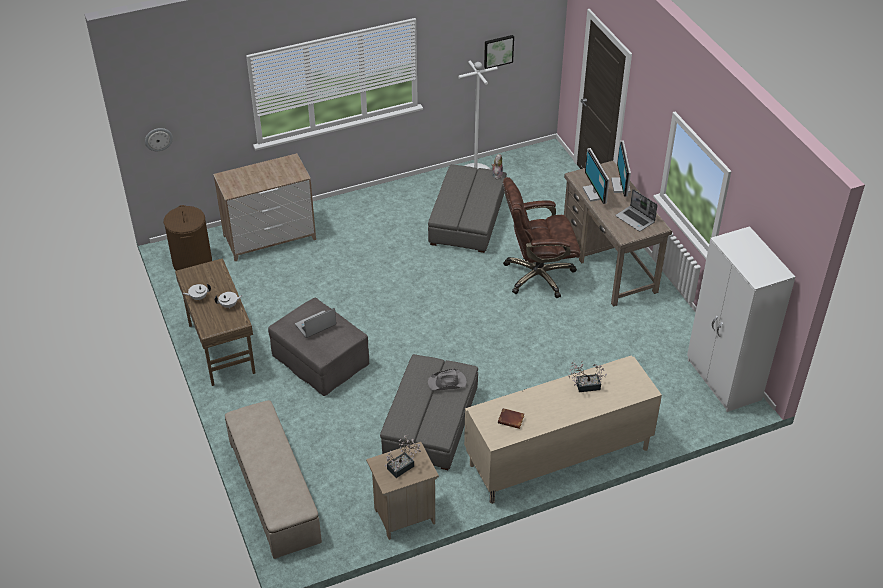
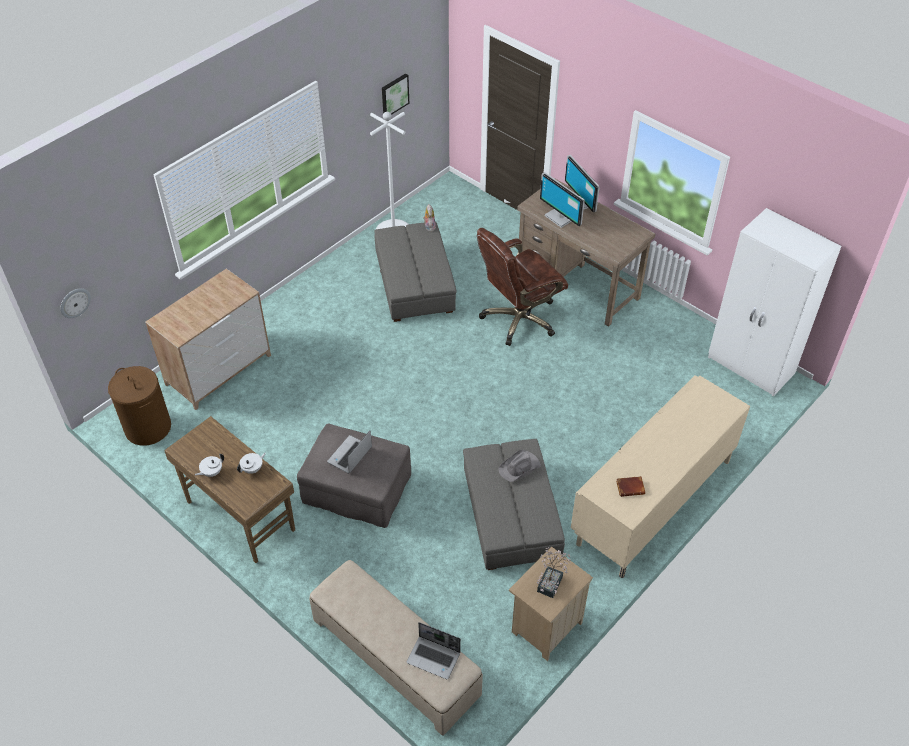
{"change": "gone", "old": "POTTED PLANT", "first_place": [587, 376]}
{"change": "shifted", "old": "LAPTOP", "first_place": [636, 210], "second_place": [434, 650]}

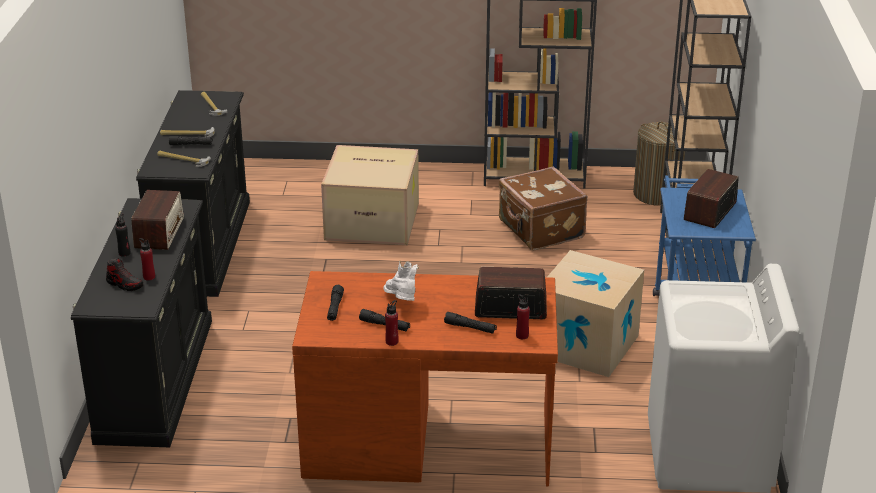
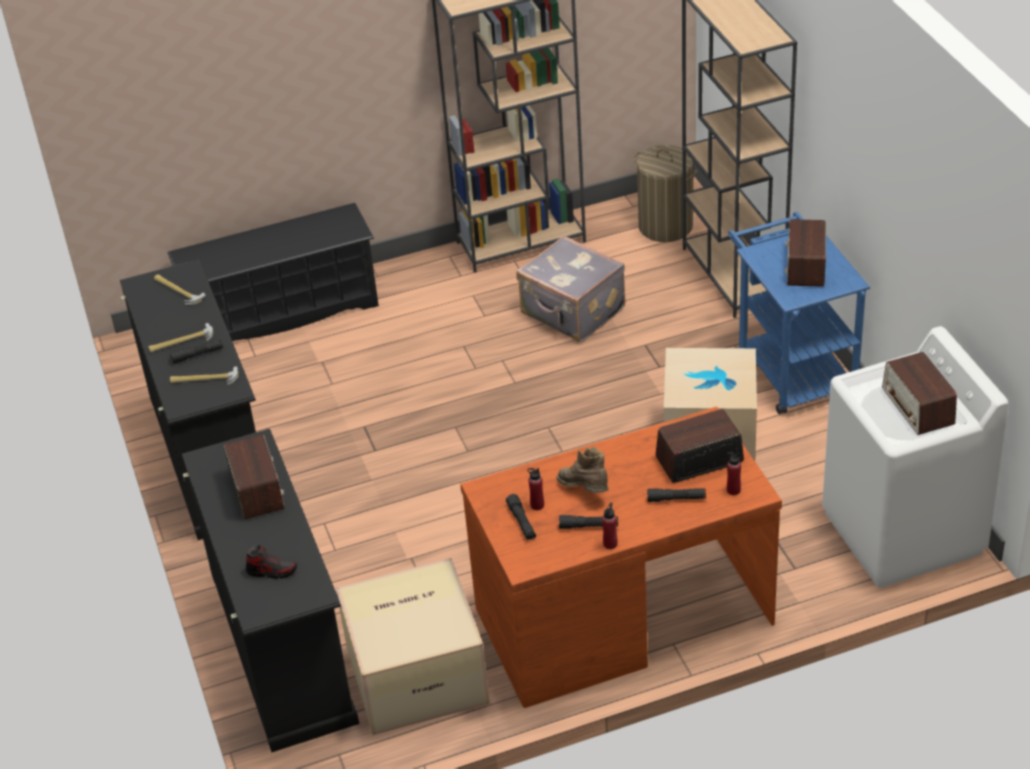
{"change": "gone", "old": "BLACK BOTTLE", "first_place": [122, 235]}
{"change": "shifted", "old": "RED BOTTLE", "first_place": [147, 259], "second_place": [535, 489]}
{"change": "shifted", "old": "CARDBOARD BOX", "first_place": [370, 195], "second_place": [413, 646]}
{"change": "repainted", "old": "WHITE BOOT", "new": "BROWN BOOT", "first_place": [401, 281], "second_place": [582, 470]}
{"change": "repainted", "old": "BROWN SUITCASE", "new": "GREY SUITCASE", "first_place": [543, 208], "second_place": [570, 289]}
{"change": "new", "new": "BLACK SHOE RACK", "second_place": [273, 272]}
{"change": "new", "new": "RADIO", "second_place": [919, 393]}

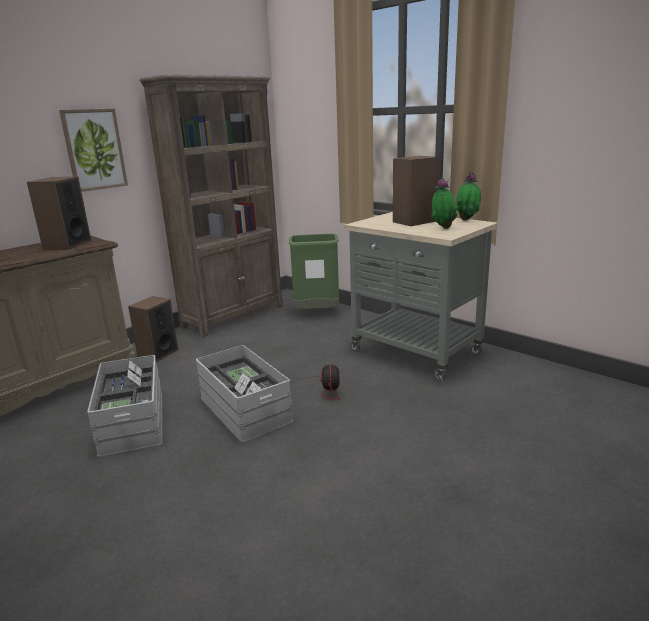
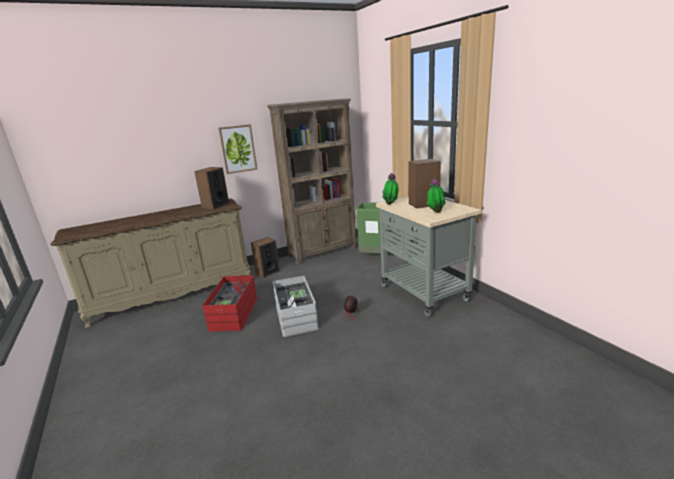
{"change": "repainted", "old": "GREY STORAGE BOX", "new": "RED STORAGE BOX", "first_place": [125, 406], "second_place": [229, 303]}
{"change": "shifted", "old": "POTTED PLANT", "first_place": [468, 196], "second_place": [390, 189]}

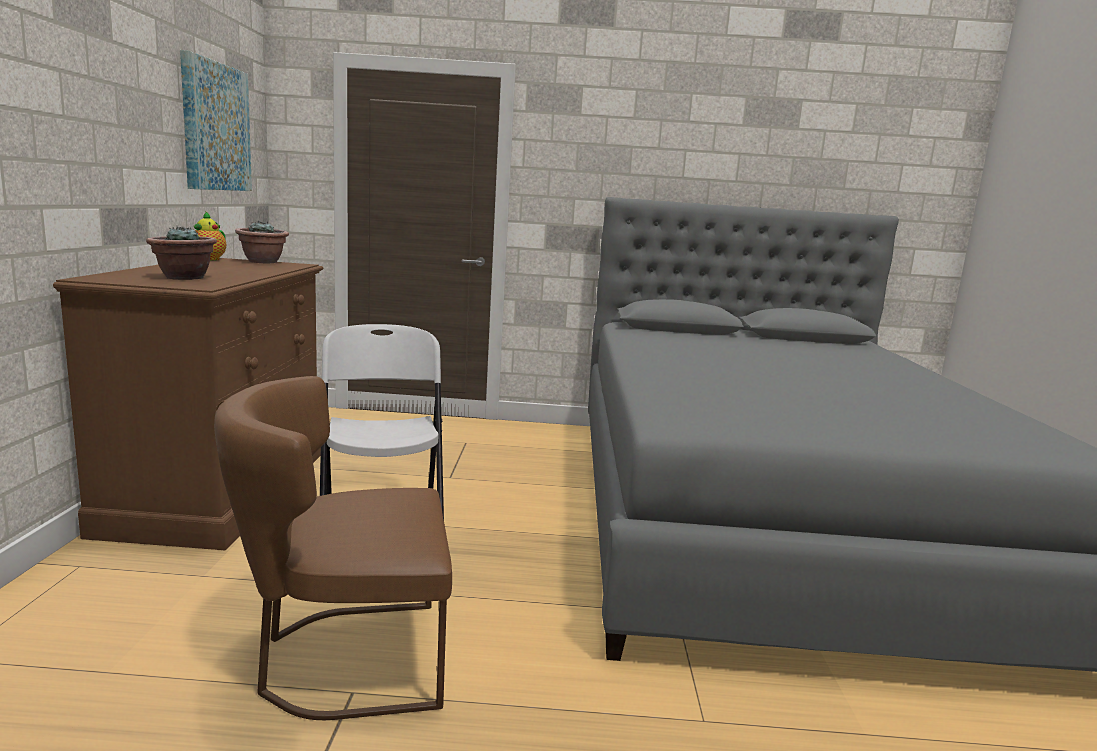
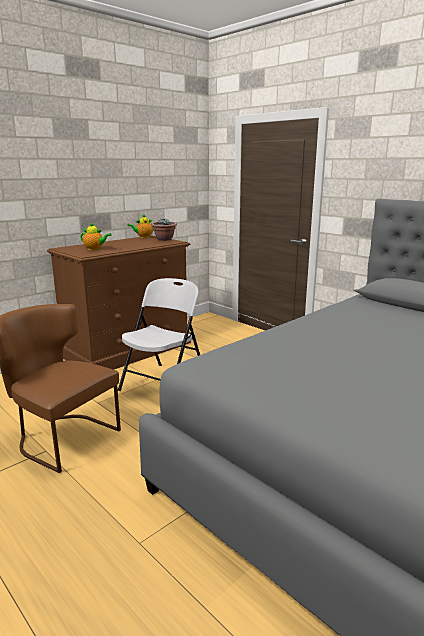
{"change": "swapped", "old": "POTTED PLANT", "new": "TEAPOT", "first_place": [181, 252], "second_place": [96, 236]}
{"change": "gone", "old": "PICTURE", "first_place": [216, 120]}

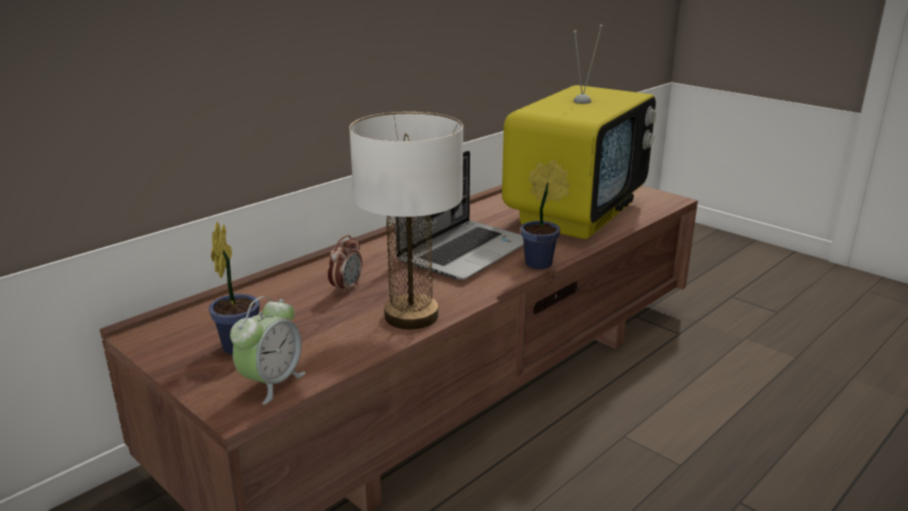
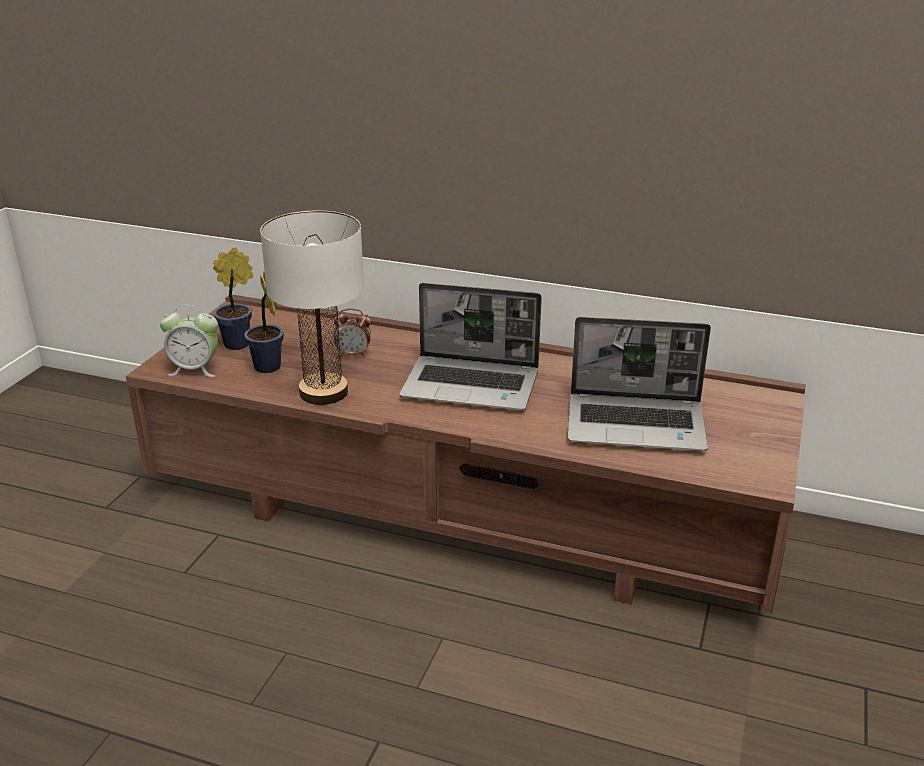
{"change": "swapped", "old": "TELEVISION", "new": "LAPTOP", "first_place": [579, 131], "second_place": [639, 384]}
{"change": "shifted", "old": "POTTED PLANT", "first_place": [545, 214], "second_place": [264, 322]}

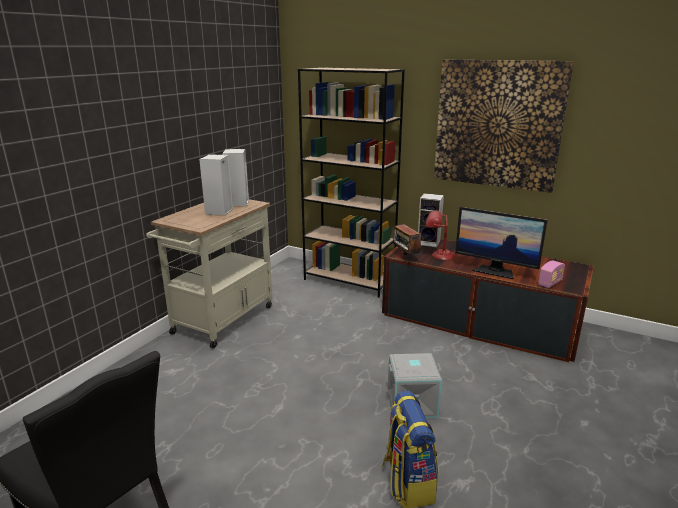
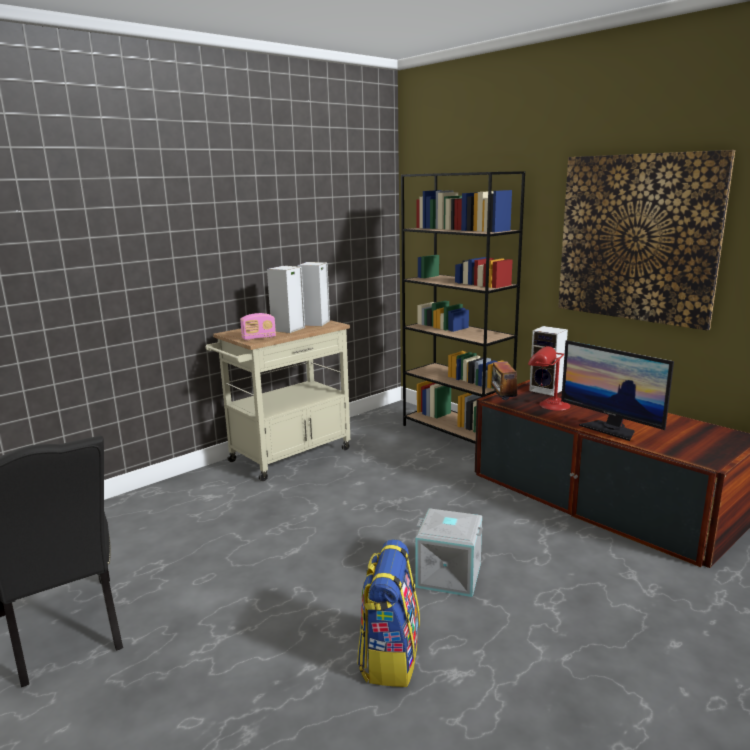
{"change": "shifted", "old": "RADIO", "first_place": [551, 274], "second_place": [258, 326]}

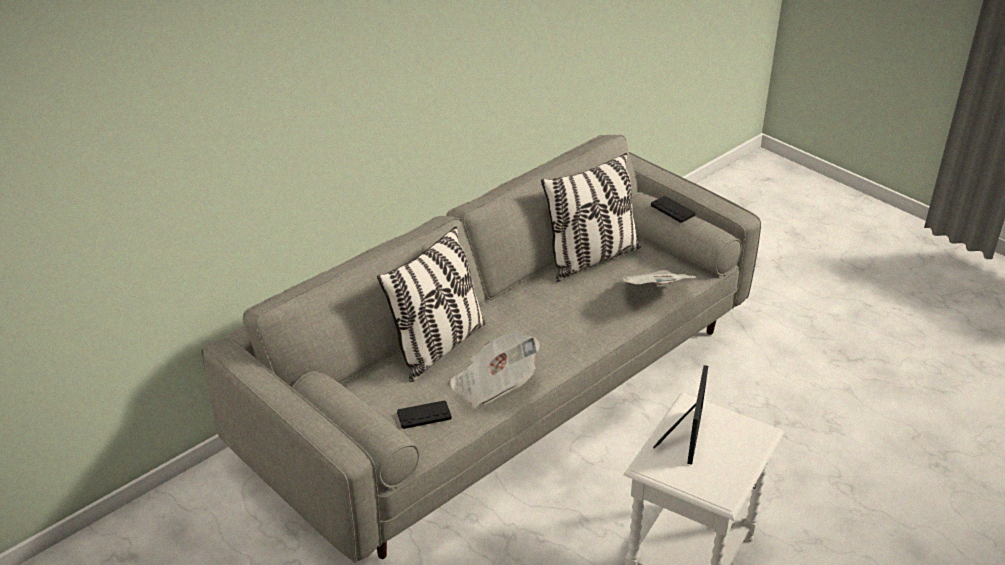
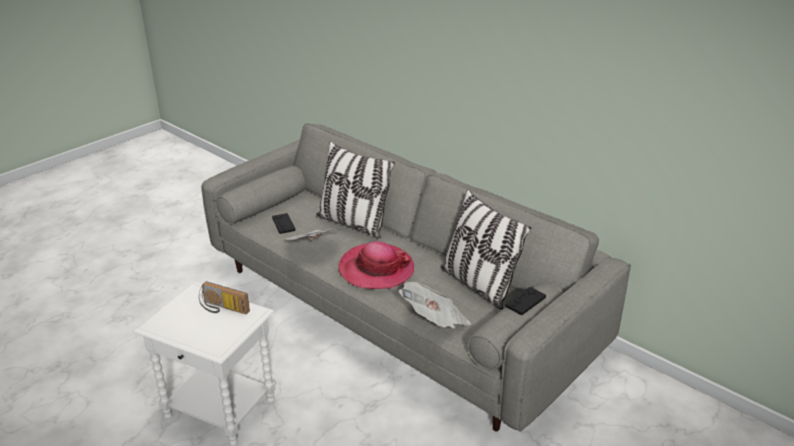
{"change": "swapped", "old": "PICTURE FRAME", "new": "RADIO", "first_place": [680, 414], "second_place": [224, 297]}
{"change": "new", "new": "HAT", "second_place": [376, 265]}

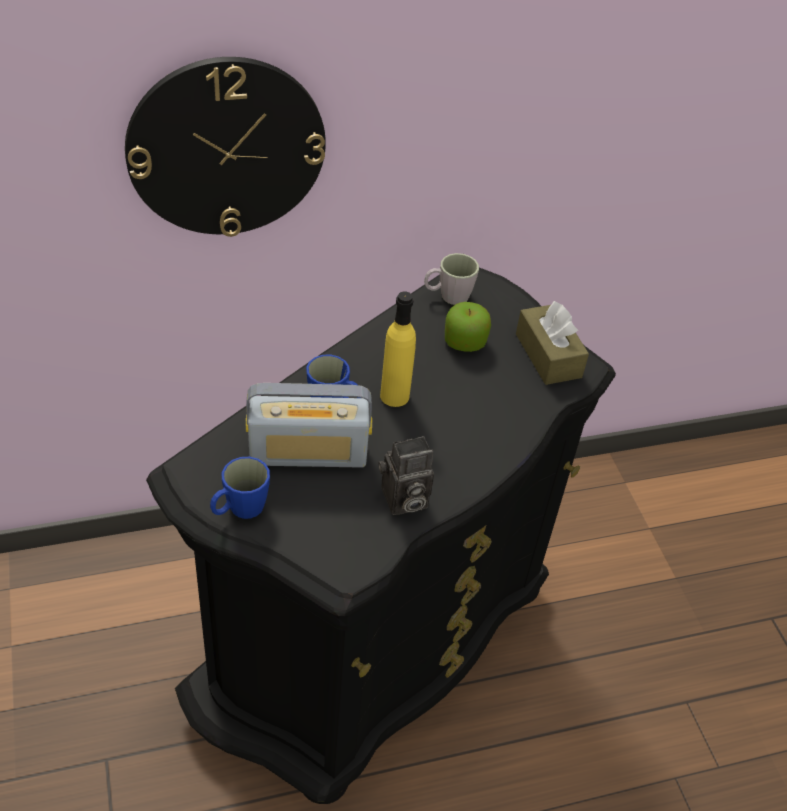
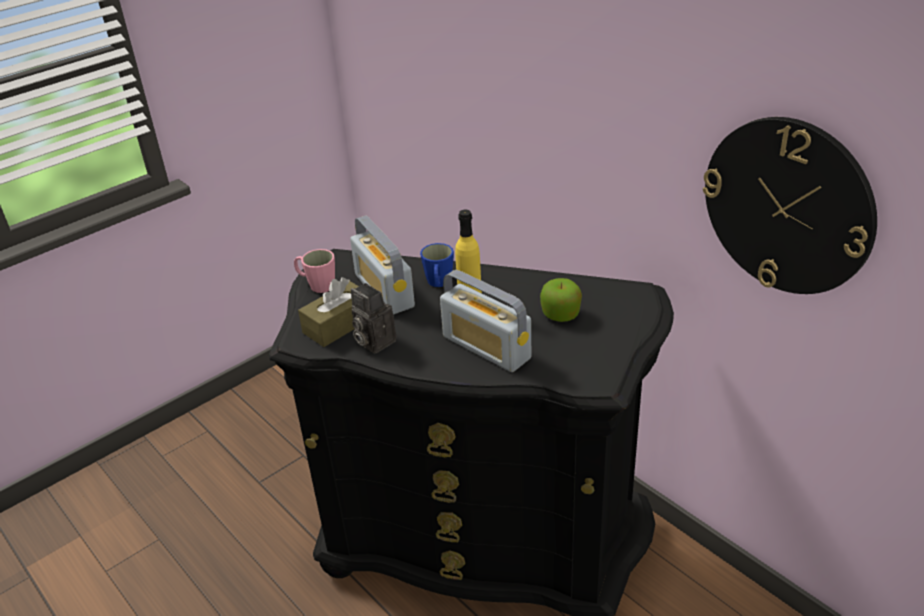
{"change": "shifted", "old": "WALL CLOCK", "first_place": [225, 147], "second_place": [790, 205]}
{"change": "repainted", "old": "BLUE MUG", "new": "PINK MUG", "first_place": [240, 488], "second_place": [314, 271]}
{"change": "gone", "old": "GREY MUG", "first_place": [451, 279]}
{"change": "shifted", "old": "BROWN TISSUE BOX", "first_place": [552, 343], "second_place": [328, 312]}
{"change": "new", "new": "RADIO", "second_place": [485, 321]}

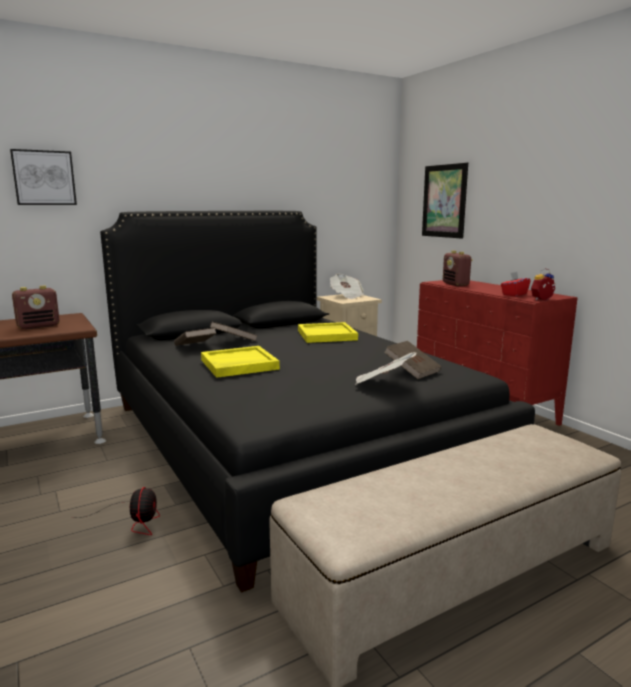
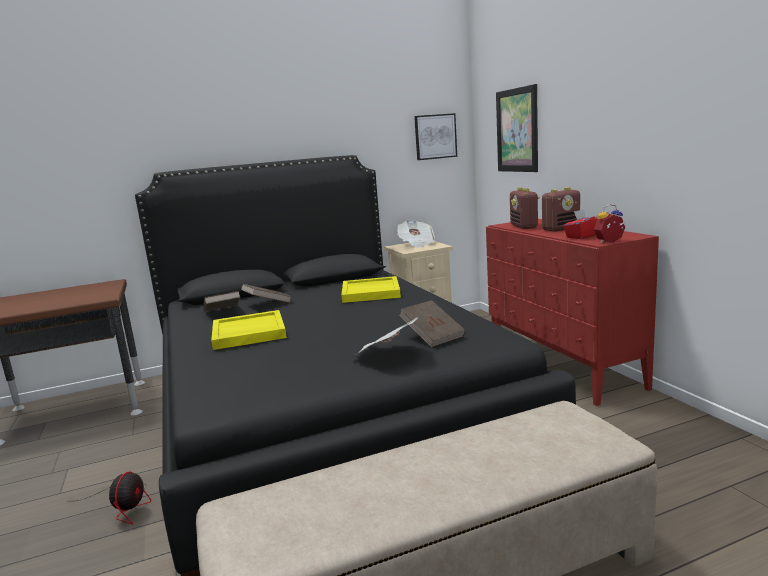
{"change": "shifted", "old": "PICTURE", "first_place": [43, 177], "second_place": [435, 136]}
{"change": "shifted", "old": "RADIO", "first_place": [36, 307], "second_place": [561, 209]}

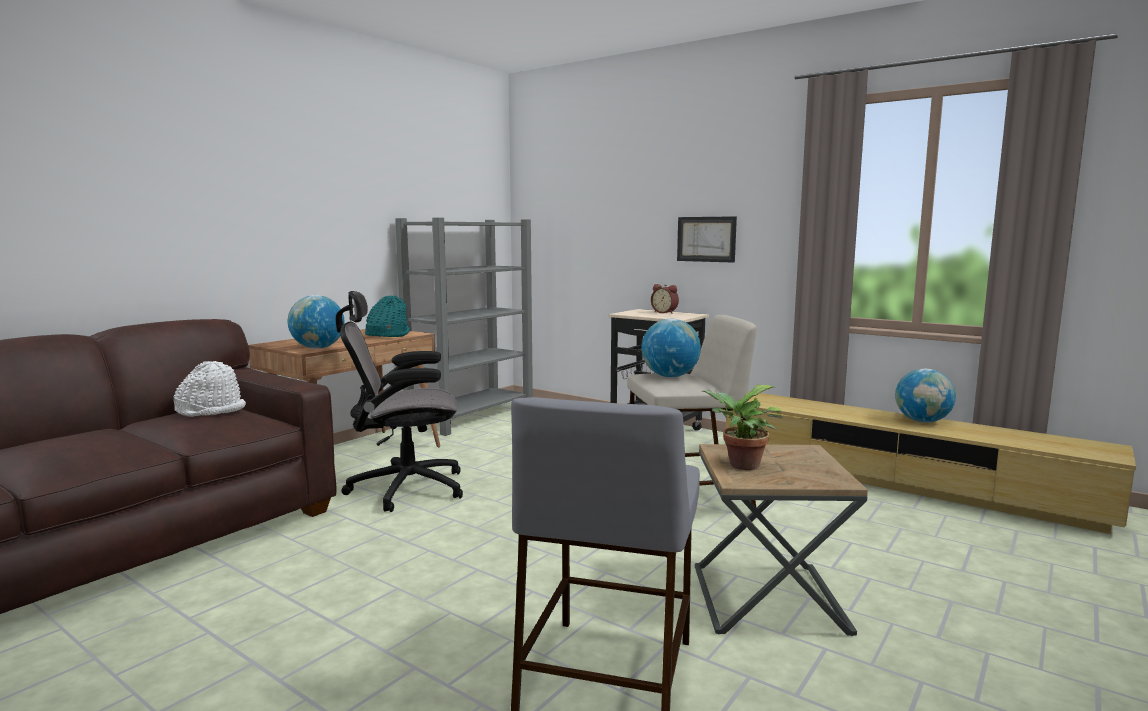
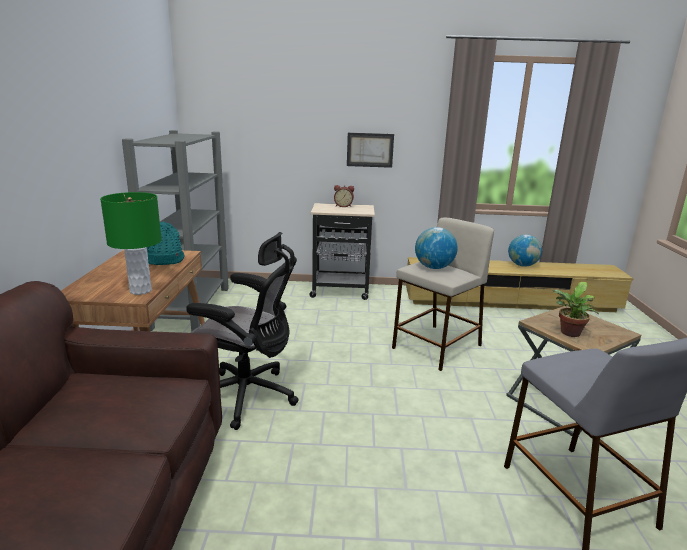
{"change": "gone", "old": "WHITE HAT", "first_place": [209, 389]}
{"change": "swapped", "old": "GLOBE", "new": "GREEN TABLE LAMP", "first_place": [316, 322], "second_place": [131, 243]}
{"change": "rotated", "old": "OFFICE CHAIR", "first_place": [399, 401], "second_place": [242, 331], "degrees": -120}

